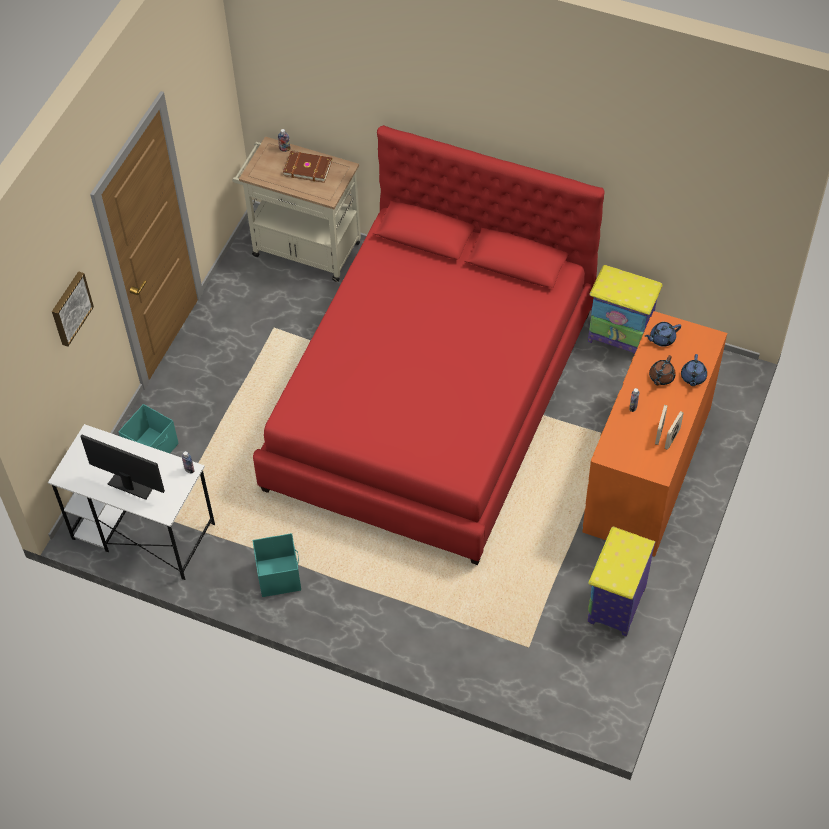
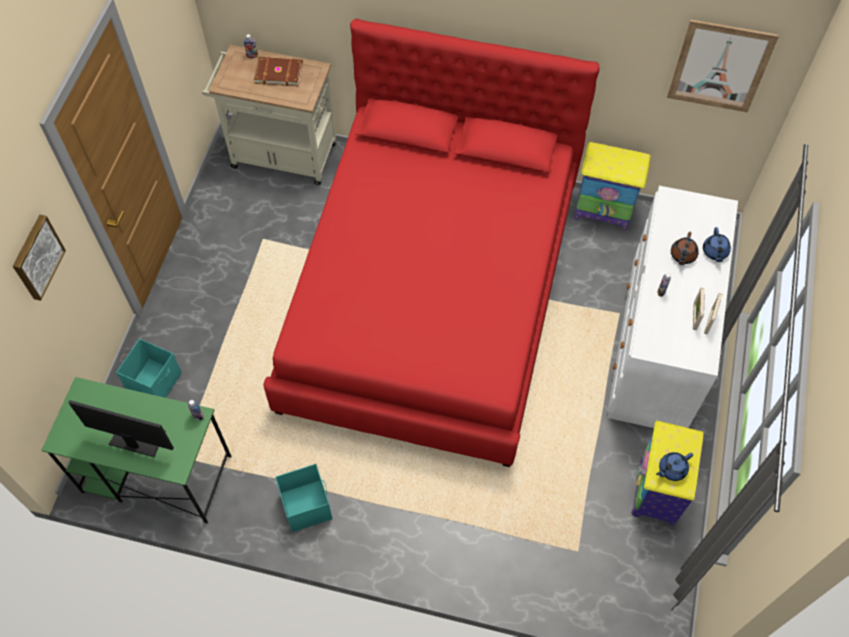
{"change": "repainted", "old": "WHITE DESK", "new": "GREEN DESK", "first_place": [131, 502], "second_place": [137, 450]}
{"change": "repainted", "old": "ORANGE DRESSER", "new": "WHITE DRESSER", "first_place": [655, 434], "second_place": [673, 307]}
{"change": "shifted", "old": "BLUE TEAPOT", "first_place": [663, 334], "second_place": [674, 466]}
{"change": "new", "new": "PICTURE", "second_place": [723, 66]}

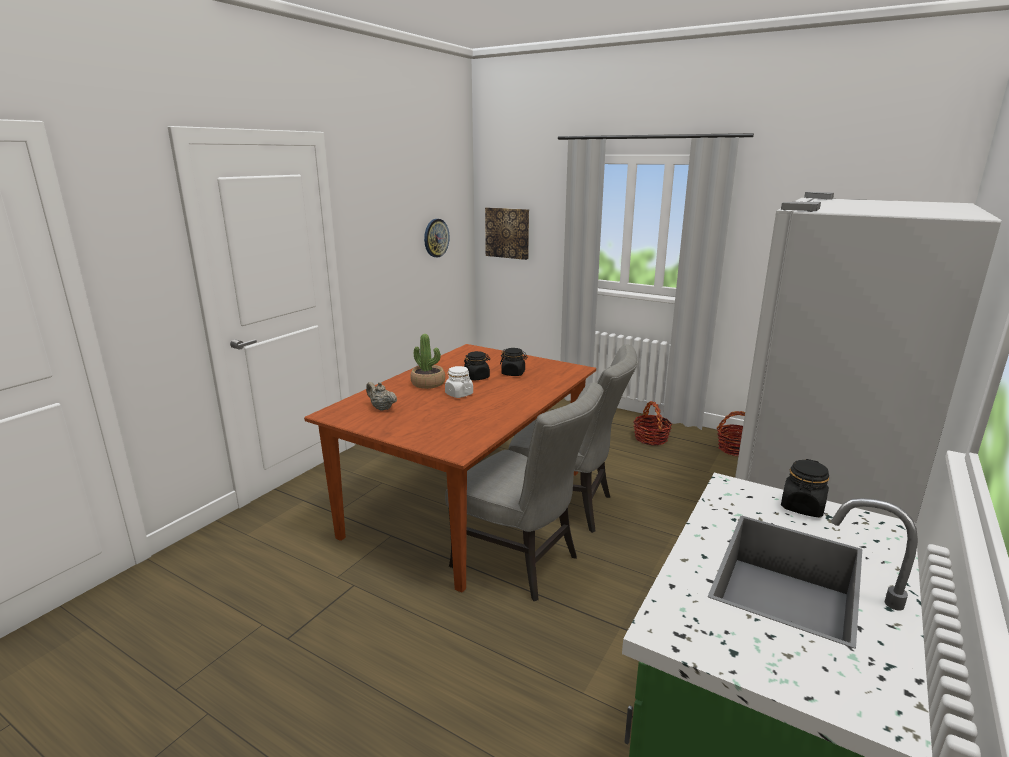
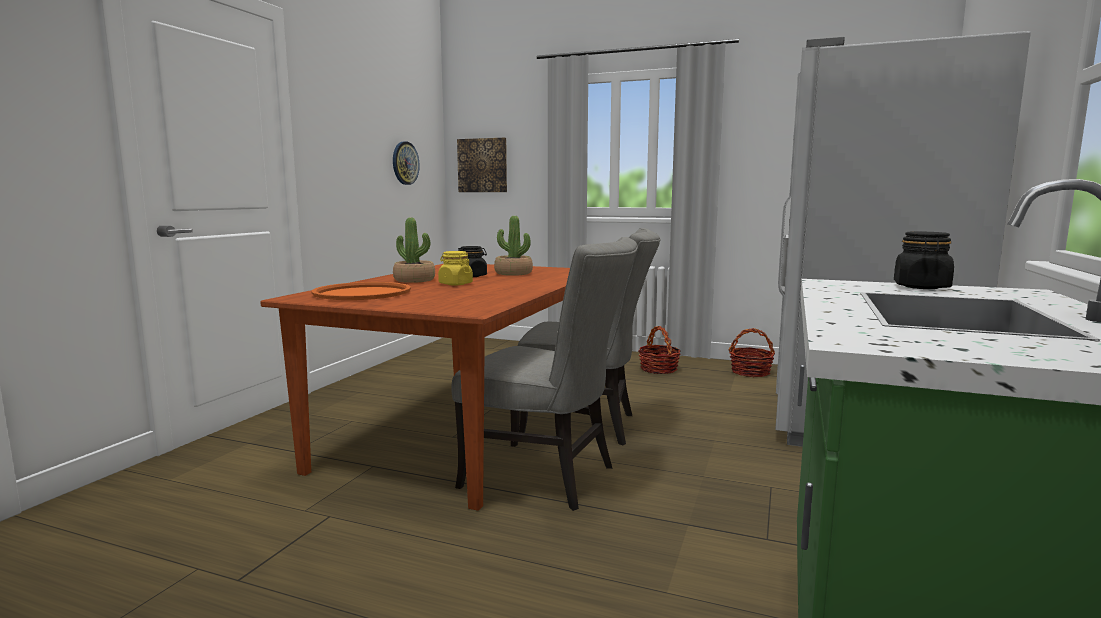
{"change": "swapped", "old": "BEIGE TEAPOT", "new": "ORANGE TRAY", "first_place": [381, 396], "second_place": [361, 291]}
{"change": "repainted", "old": "WHITE JAR", "new": "YELLOW JAR", "first_place": [459, 382], "second_place": [455, 268]}
{"change": "swapped", "old": "BLACK JAR", "new": "POTTED PLANT", "first_place": [514, 362], "second_place": [513, 246]}

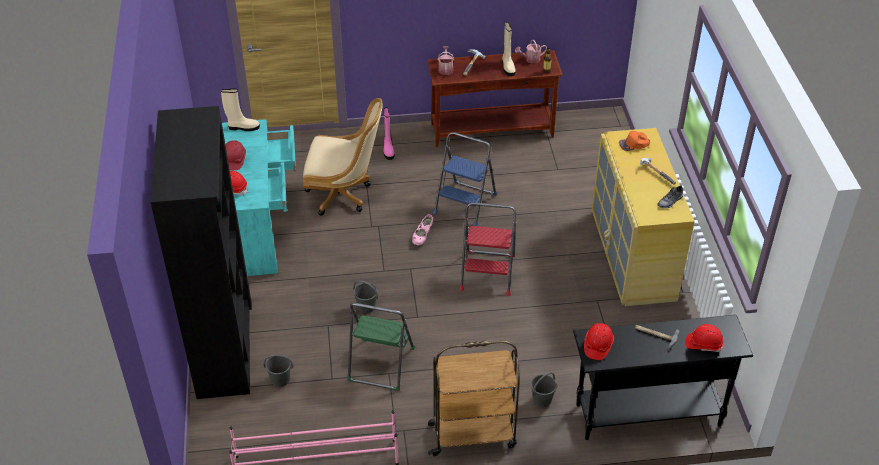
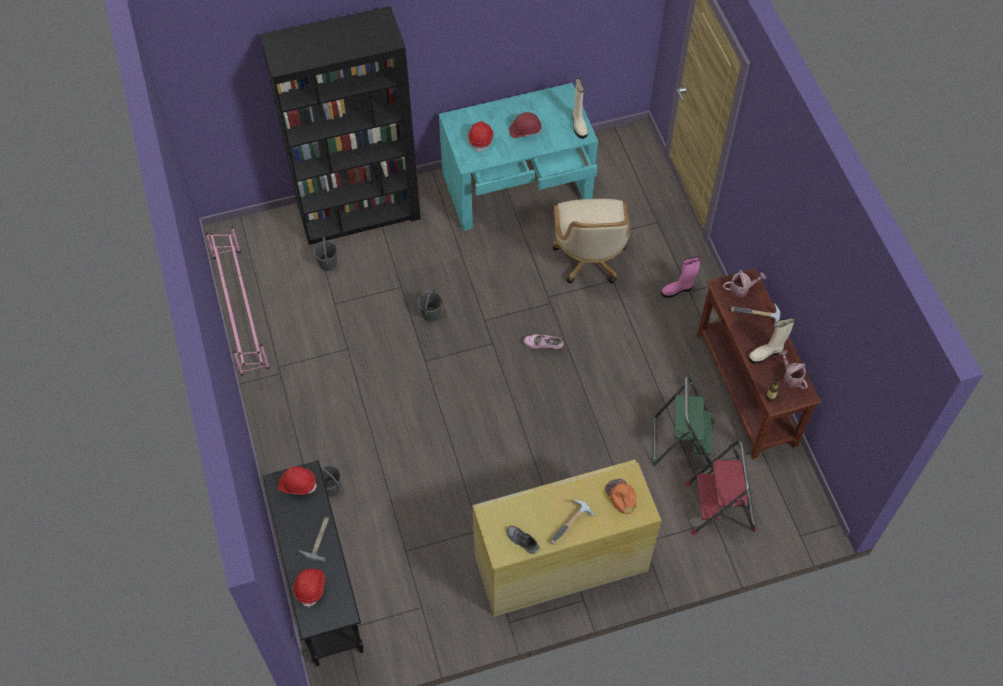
{"change": "shifted", "old": "GREEN STEP LADDER", "first_place": [381, 347], "second_place": [684, 422]}
{"change": "gone", "old": "BROWN CART", "first_place": [474, 398]}
{"change": "gone", "old": "BLUE STEP LADDER", "first_place": [465, 179]}
{"change": "shifted", "old": "RED STEP LADDER", "first_place": [487, 249], "second_place": [720, 487]}

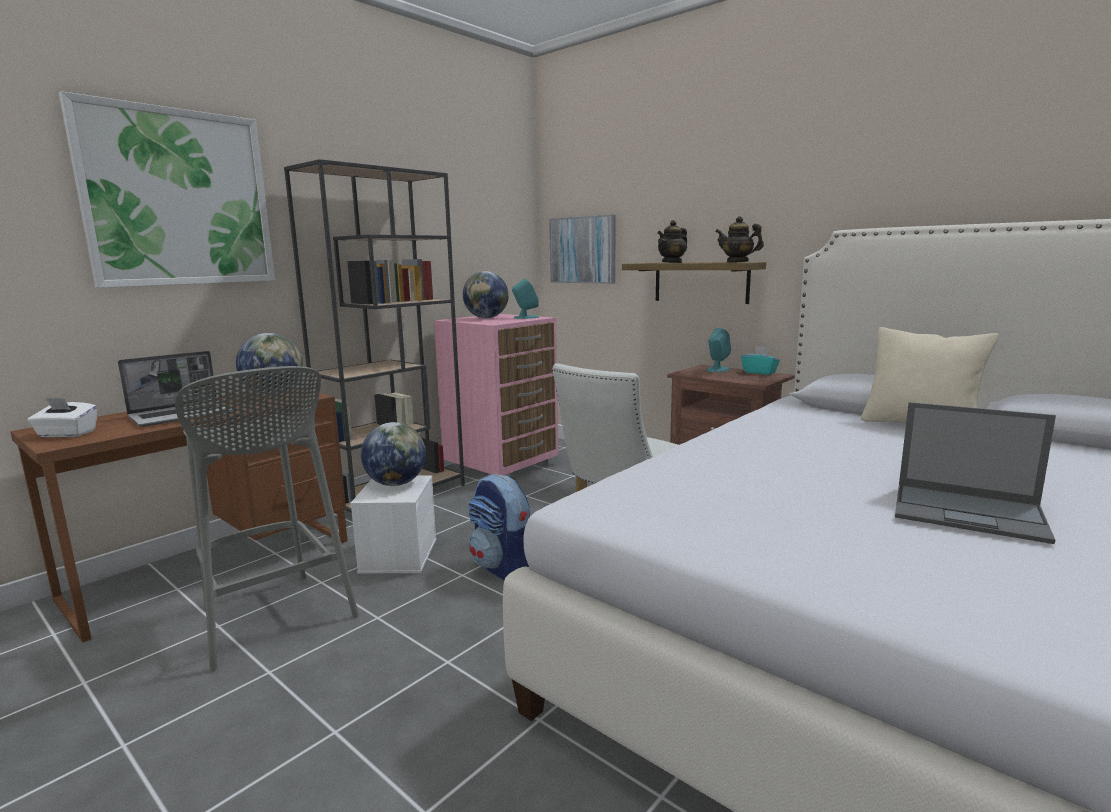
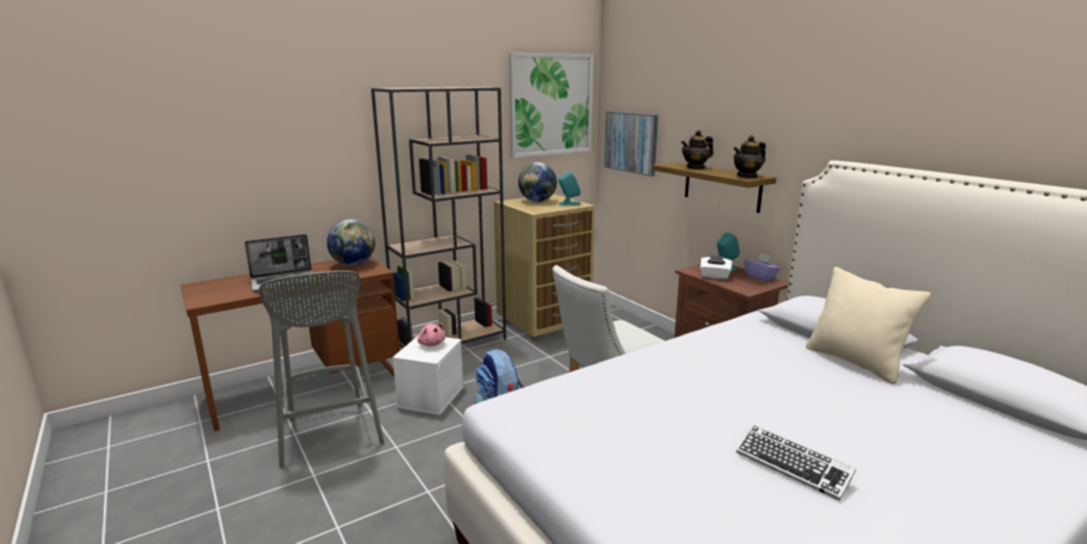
{"change": "shifted", "old": "WHITE TISSUE BOX", "first_place": [62, 417], "second_place": [716, 267]}
{"change": "shifted", "old": "PICTURE", "first_place": [167, 189], "second_place": [551, 105]}
{"change": "swapped", "old": "GLOBE", "new": "PINK PLUSH TOY", "first_place": [393, 454], "second_place": [431, 334]}
{"change": "repainted", "old": "PINK DRESSER", "new": "BROWN DRESSER", "first_place": [496, 394], "second_place": [544, 267]}
{"change": "rotated", "old": "TEAPOT", "first_place": [739, 239], "second_place": [750, 156], "degrees": -75}
{"change": "repainted", "old": "TURQUOISE TISSUE BOX", "new": "PURPLE TISSUE BOX", "first_place": [760, 360], "second_place": [762, 267]}
{"change": "swapped", "old": "LAPTOP", "new": "KEYBOARD", "first_place": [975, 473], "second_place": [796, 463]}

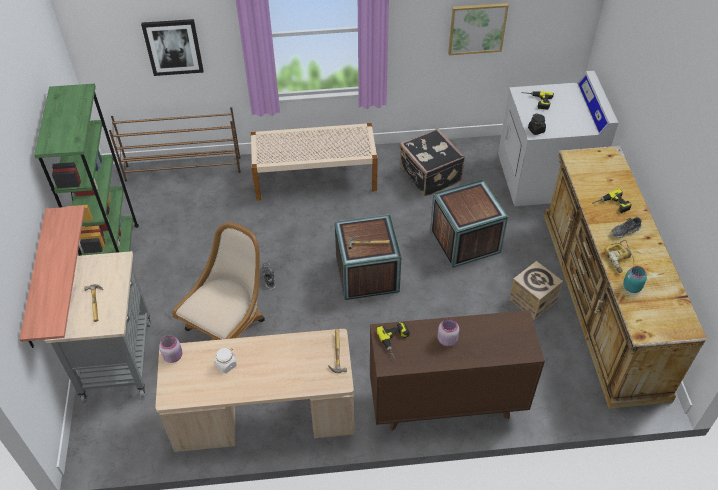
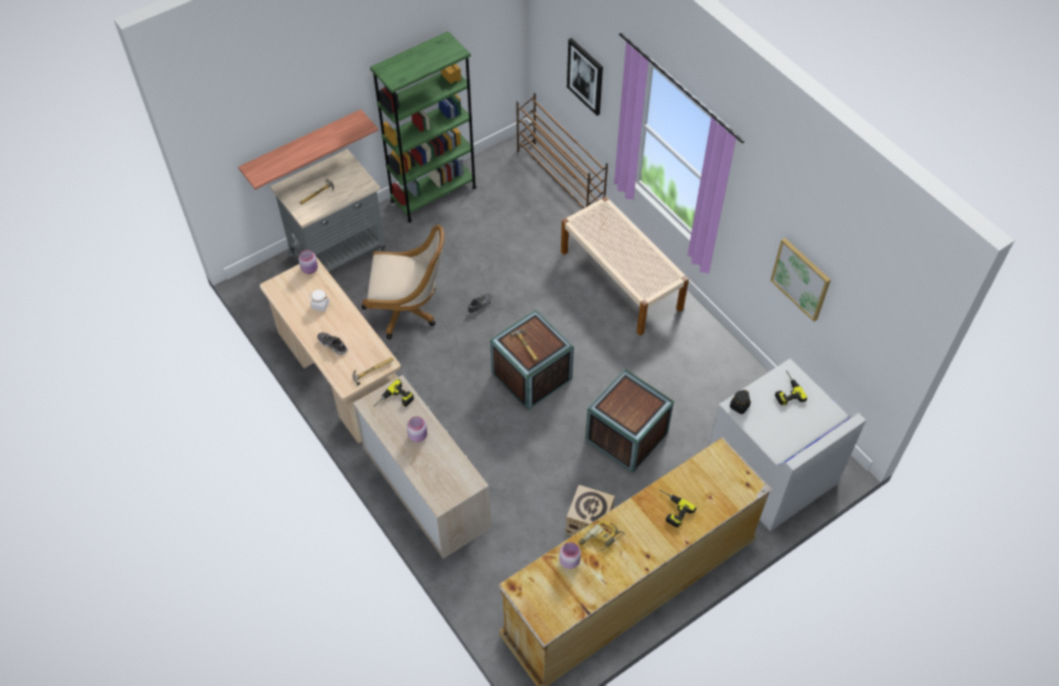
{"change": "repainted", "old": "BROWN DRESSER", "new": "WHITE DRESSER", "first_place": [457, 370], "second_place": [422, 467]}
{"change": "gone", "old": "BLACK SUITCASE", "first_place": [432, 162]}
{"change": "shifted", "old": "SHOE", "first_place": [626, 227], "second_place": [332, 343]}
{"change": "repainted", "old": "TURQUOISE JAR", "new": "PINK JAR", "first_place": [635, 279], "second_place": [570, 555]}

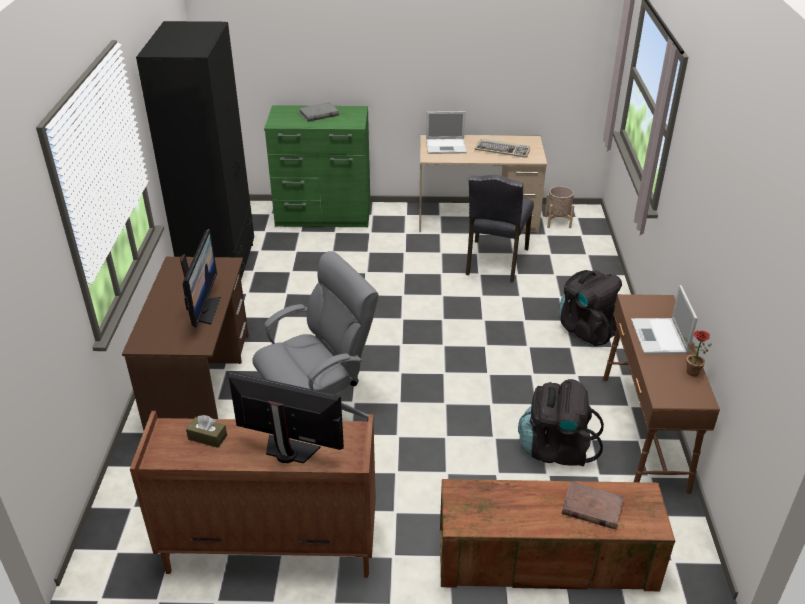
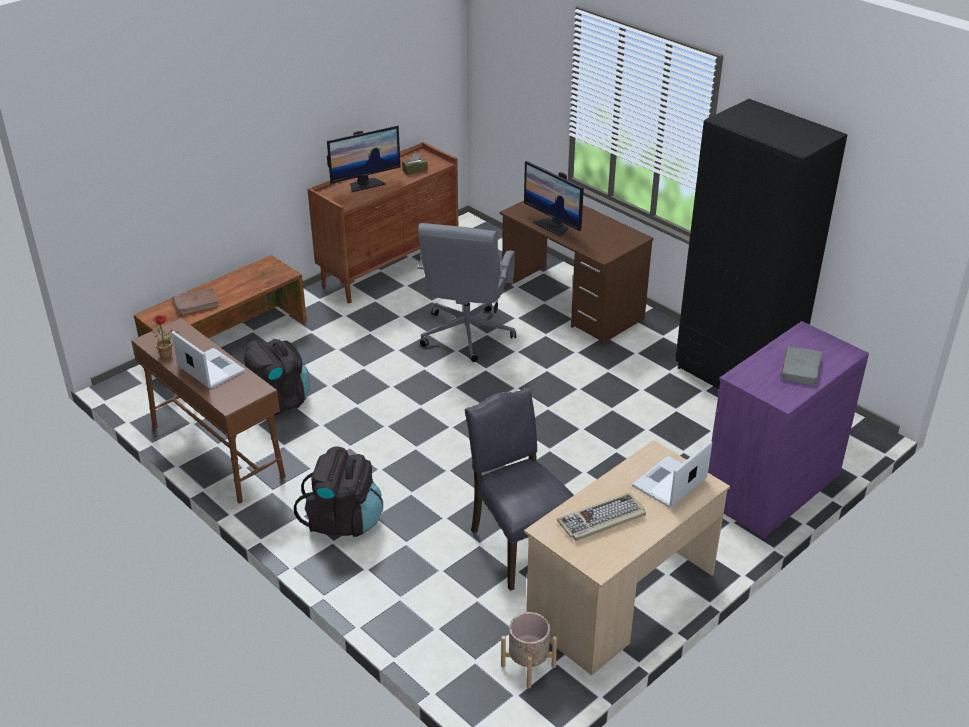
{"change": "repainted", "old": "GREEN DRESSER", "new": "PURPLE DRESSER", "first_place": [317, 166], "second_place": [788, 429]}

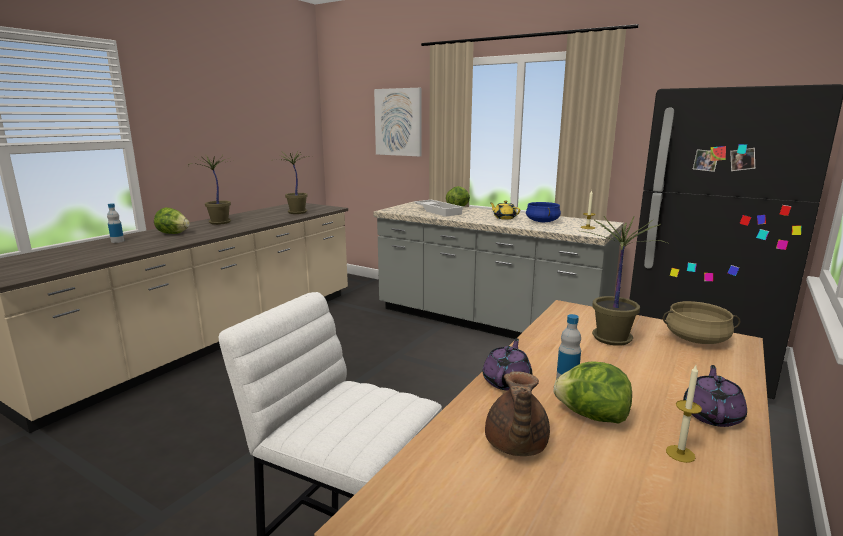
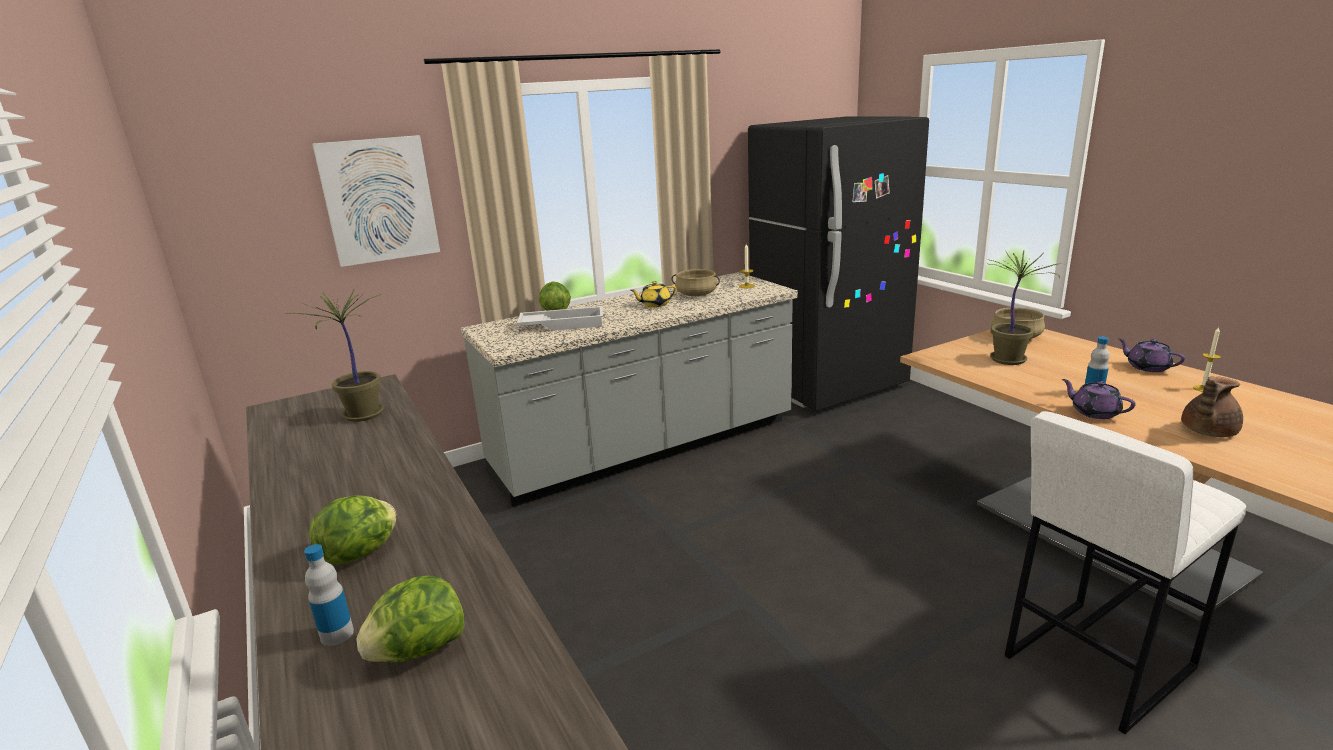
{"change": "gone", "old": "POTTED PLANT", "first_place": [209, 190]}
{"change": "rotated", "old": "BROWN TEAPOT", "first_place": [517, 413], "second_place": [1212, 406], "degrees": 105}
{"change": "repainted", "old": "BLUE COOKING POT", "new": "BEIGE COOKING POT", "first_place": [543, 212], "second_place": [695, 282]}
{"change": "shifted", "old": "LETTUCE", "first_place": [593, 393], "second_place": [410, 619]}

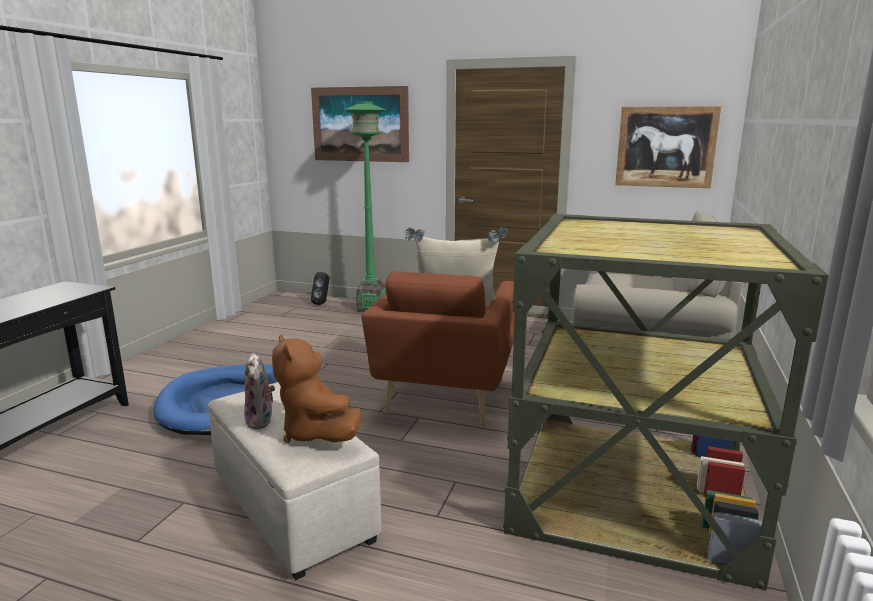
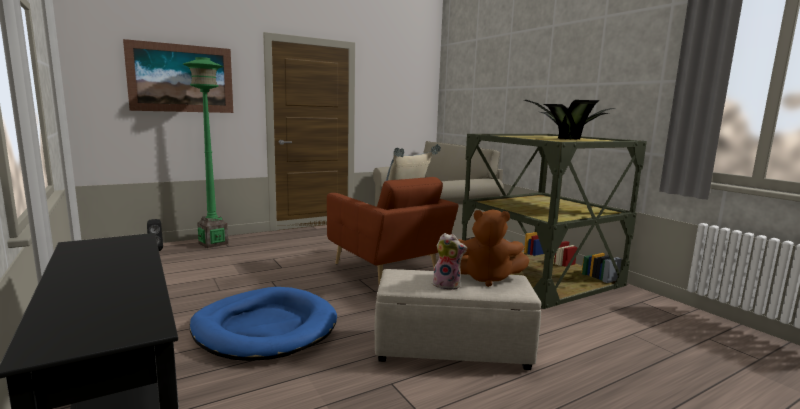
{"change": "gone", "old": "PICTURE", "first_place": [668, 147]}
{"change": "new", "new": "POTTED PLANT", "second_place": [569, 120]}

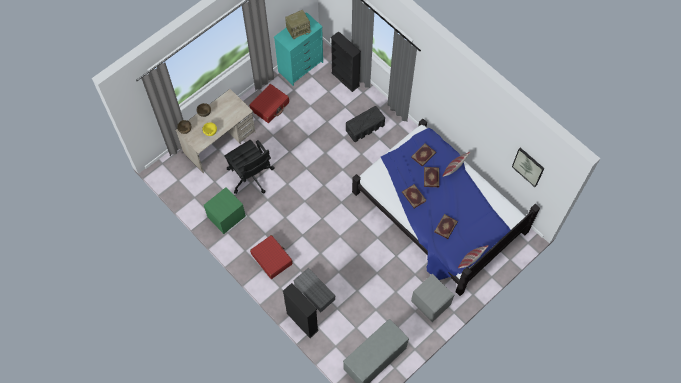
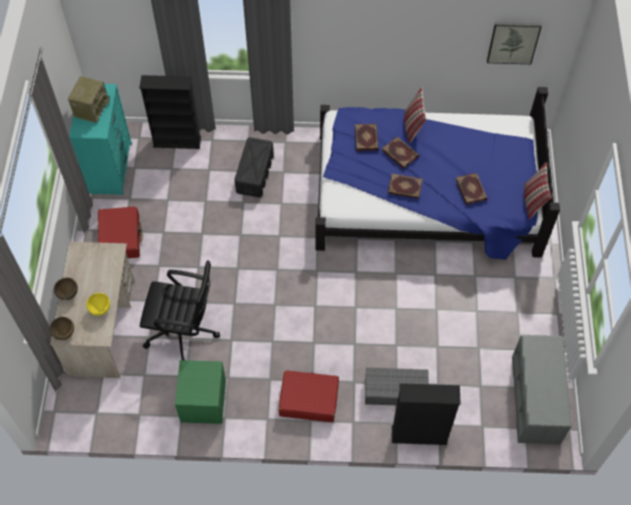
{"change": "gone", "old": "GREY NIGHTSTAND", "first_place": [432, 298]}

